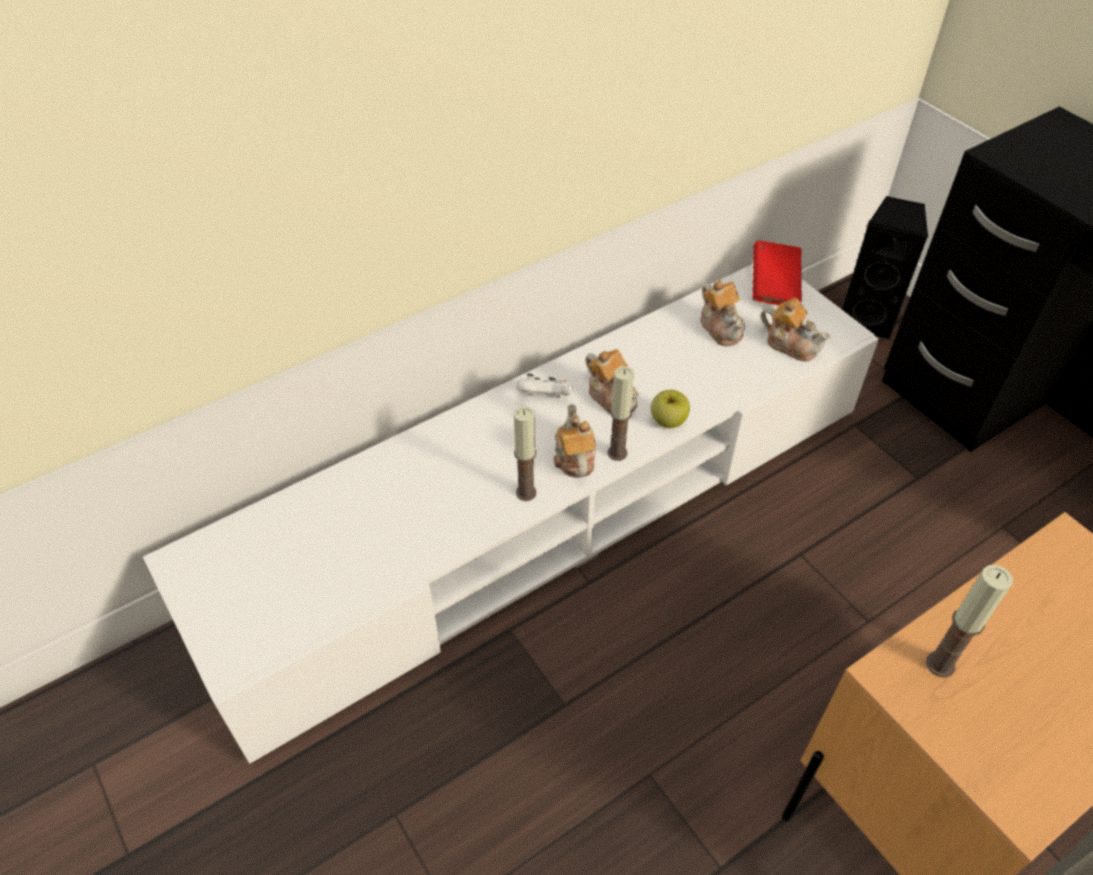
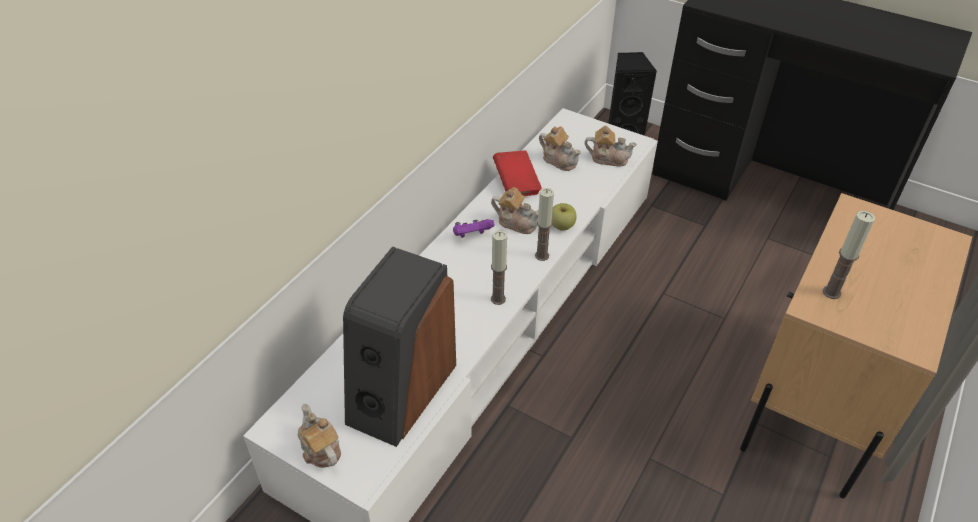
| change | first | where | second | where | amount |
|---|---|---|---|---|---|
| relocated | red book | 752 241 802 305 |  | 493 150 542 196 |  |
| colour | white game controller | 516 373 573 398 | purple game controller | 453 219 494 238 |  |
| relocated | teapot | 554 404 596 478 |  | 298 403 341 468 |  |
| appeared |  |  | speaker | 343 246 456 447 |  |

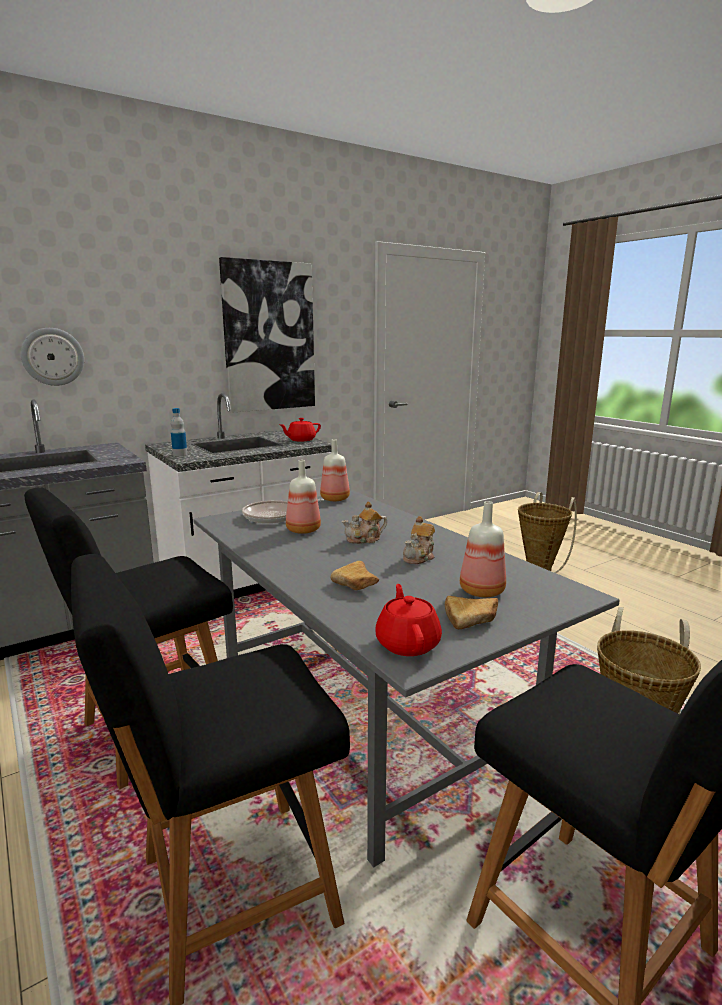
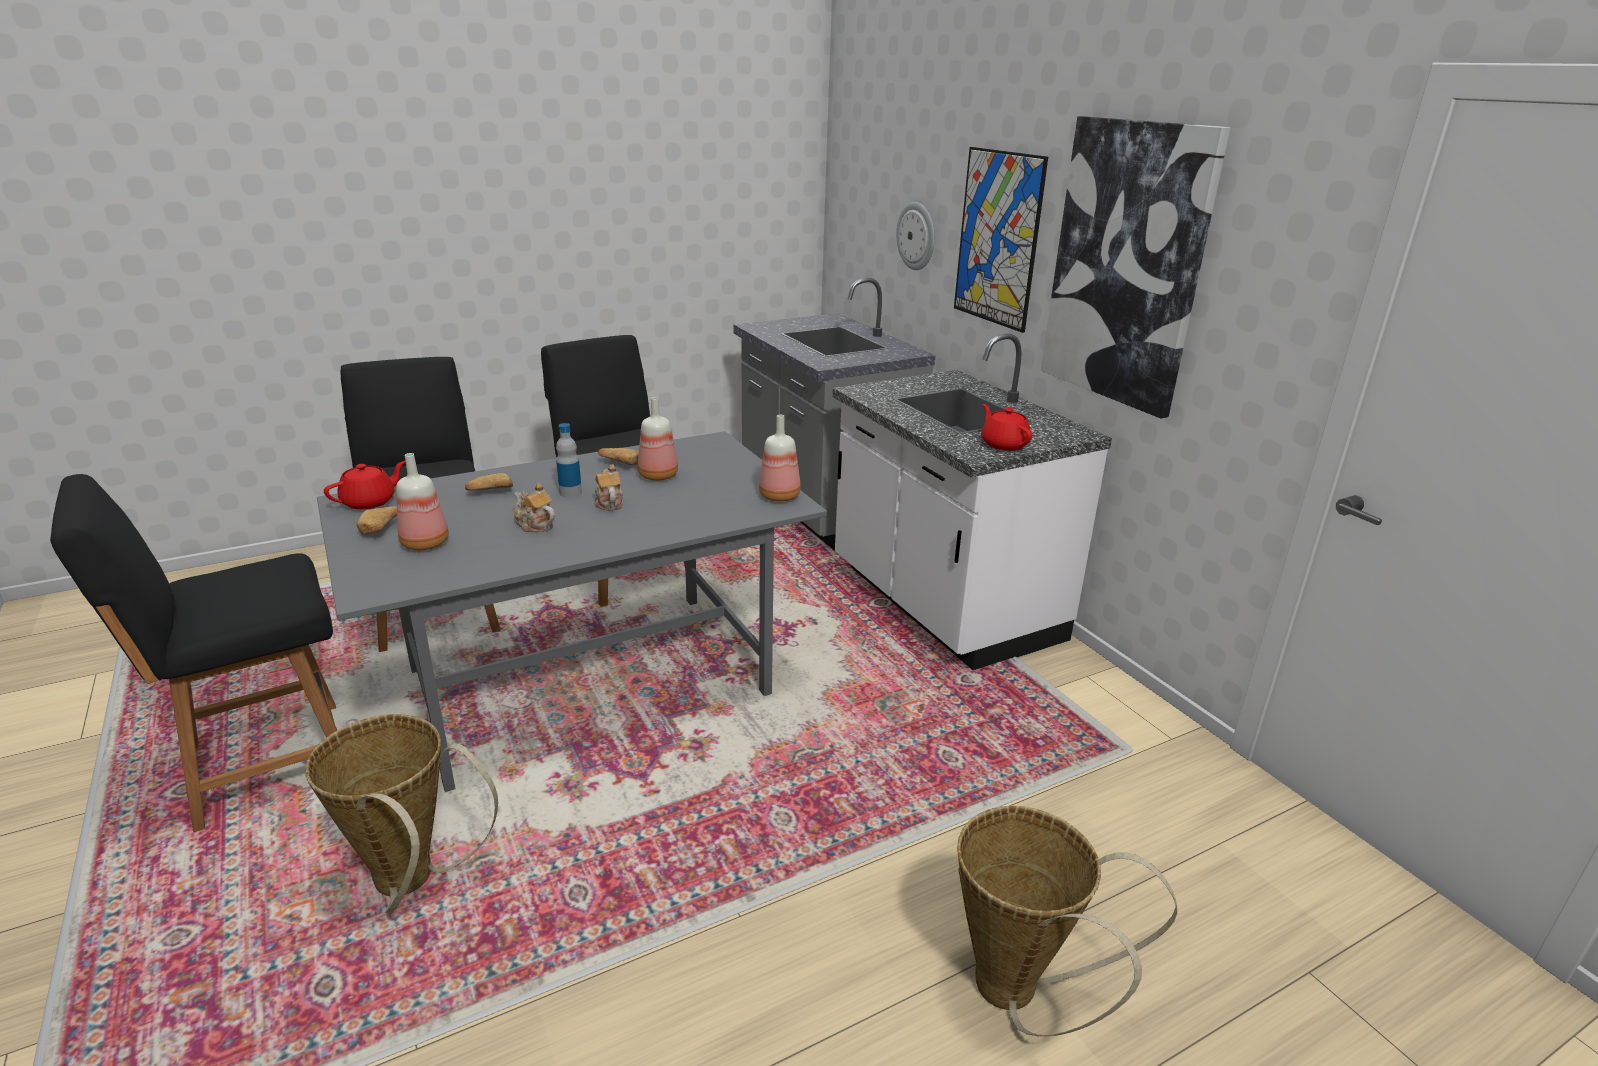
| change | first | where | second | where | amount |
|---|---|---|---|---|---|
| relocated | bottle | 171 408 187 456 |  | 556 423 582 498 |  |
| missing | frying pan | 242 499 324 523 |  |  |  |
| spun | red teapot | 375 584 442 656 |  | 324 461 405 510 | 45 degrees counterclockwise |
| appeared |  |  | picture | 954 147 1048 333 |  |
| appeared |  |  | bread | 598 448 639 465 |  |

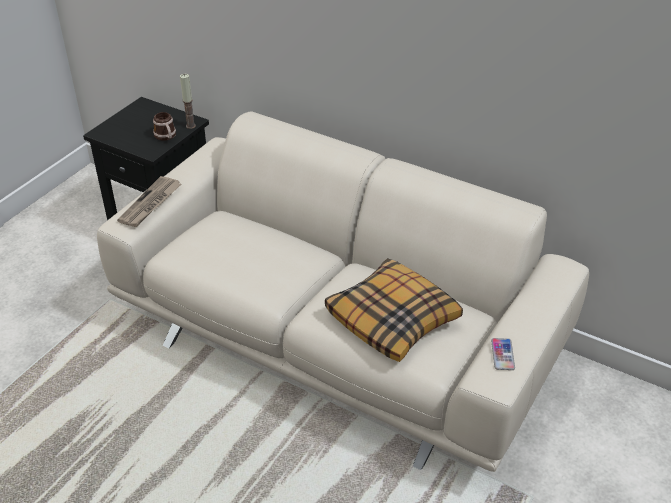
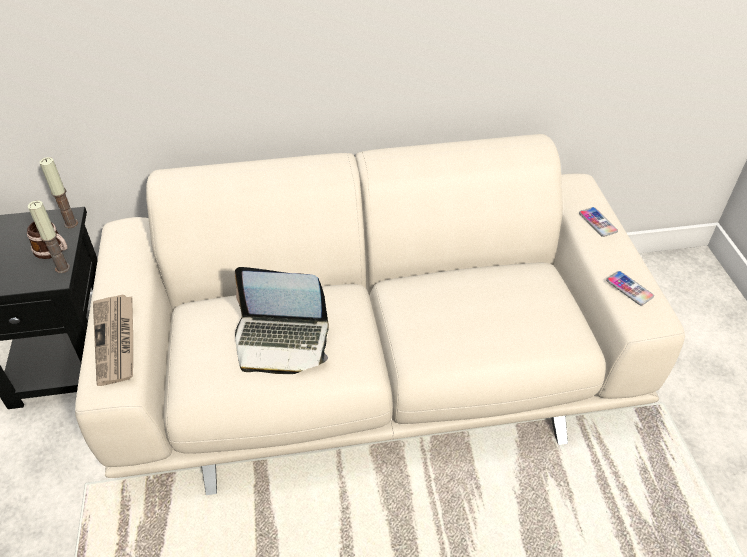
| change | first | where | second | where | amount |
|---|---|---|---|---|---|
| missing | pillow | 325 258 463 362 |  |  |  |
| appeared |  |  | candle | 28 200 70 273 |  |
| appeared |  |  | phone | 579 207 618 237 |  |
| appeared |  |  | laptop | 235 267 329 374 |  |

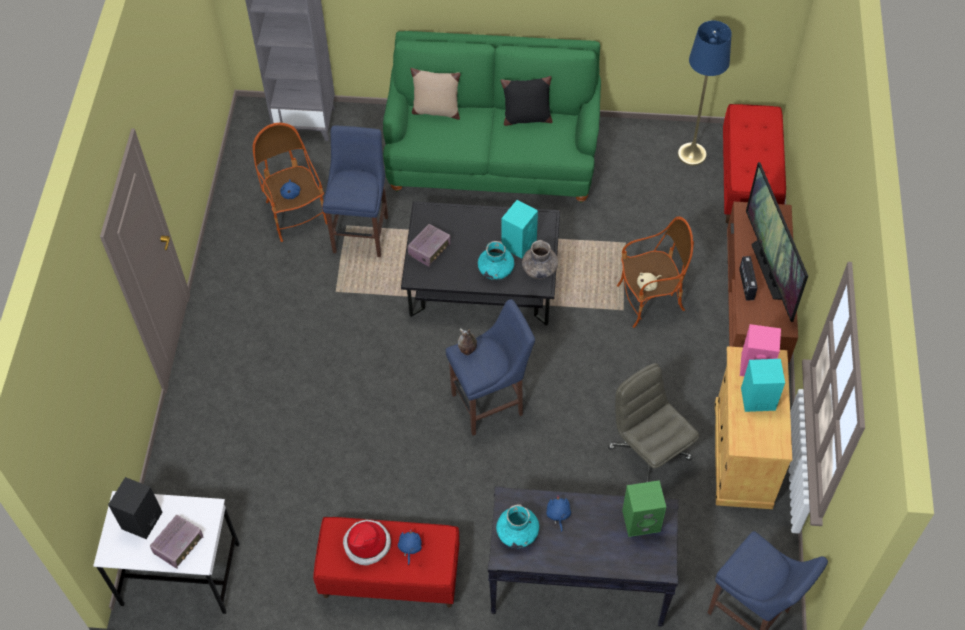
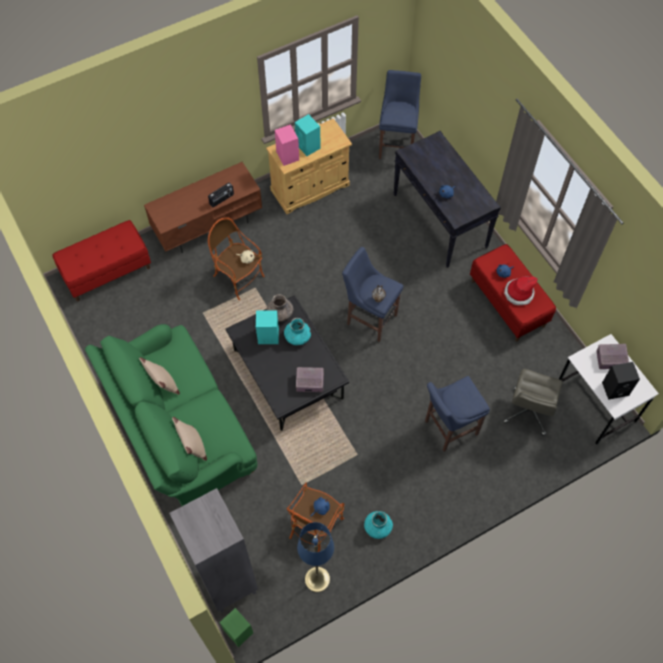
| change | first | where | second | where | amount |
|---|---|---|---|---|---|
| relocated | blue floor lamp | 678 20 732 166 |  | 297 522 334 592 |  |
| colour | black pillow | 500 76 553 126 | beige pillow | 139 357 180 395 |  |
| relocated | blue stool | 322 125 388 257 |  | 425 376 490 452 |  |
| missing | television | 746 162 808 322 |  |  |  |
| relocated | grey office chair | 608 363 699 482 |  | 504 369 563 436 |  |
| relocated | green speaker | 622 480 666 537 |  | 220 608 253 647 |  |
| relocated | turquoise vase | 496 504 539 548 |  | 364 511 393 539 |  |

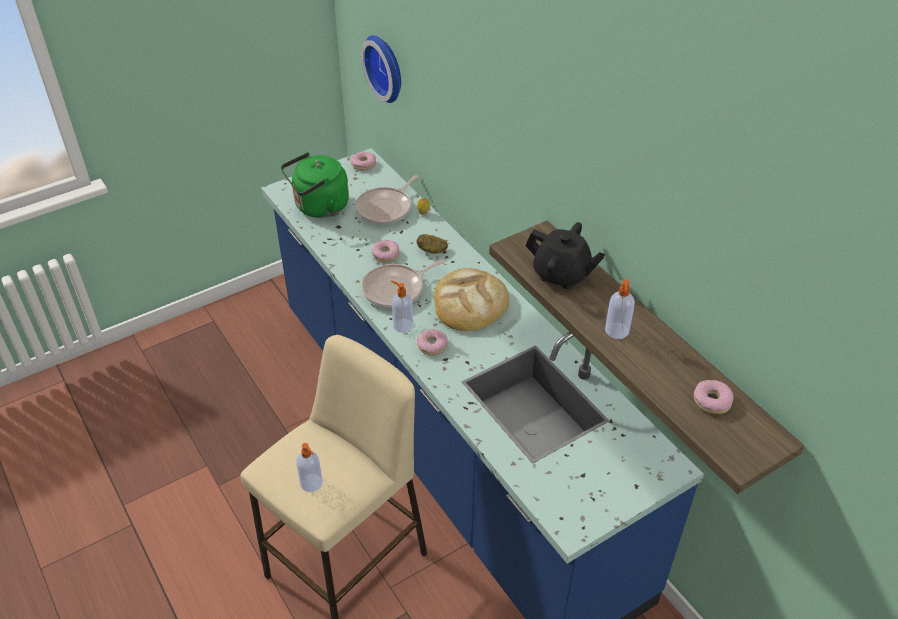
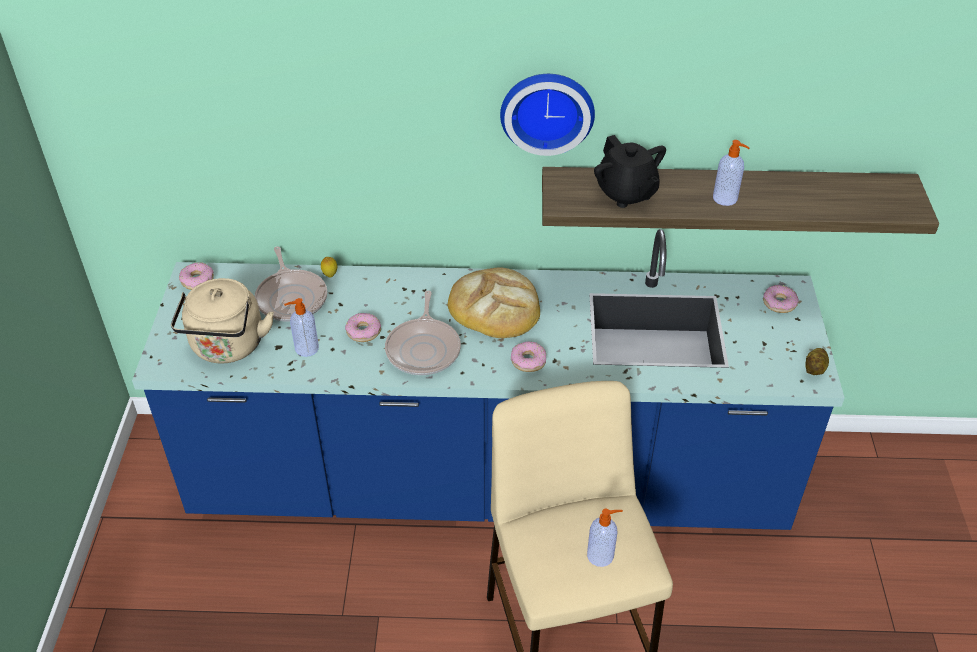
| change | first | where | second | where | amount |
|---|---|---|---|---|---|
| relocated | wall clock | 361 35 401 103 |  | 500 74 595 156 |  |
| colour | green kettle | 281 152 349 218 | beige kettle | 171 278 274 364 |  |
| spun | black teapot | 525 222 605 289 |  | 594 135 666 208 | 90 degrees clockwise |
| relocated | potato | 417 234 448 254 |  | 805 348 829 375 |  |
| relocated | soap dispenser | 391 281 413 333 |  | 284 298 319 357 |  |
| relocated | donut | 694 380 734 414 |  | 763 285 799 313 |  |

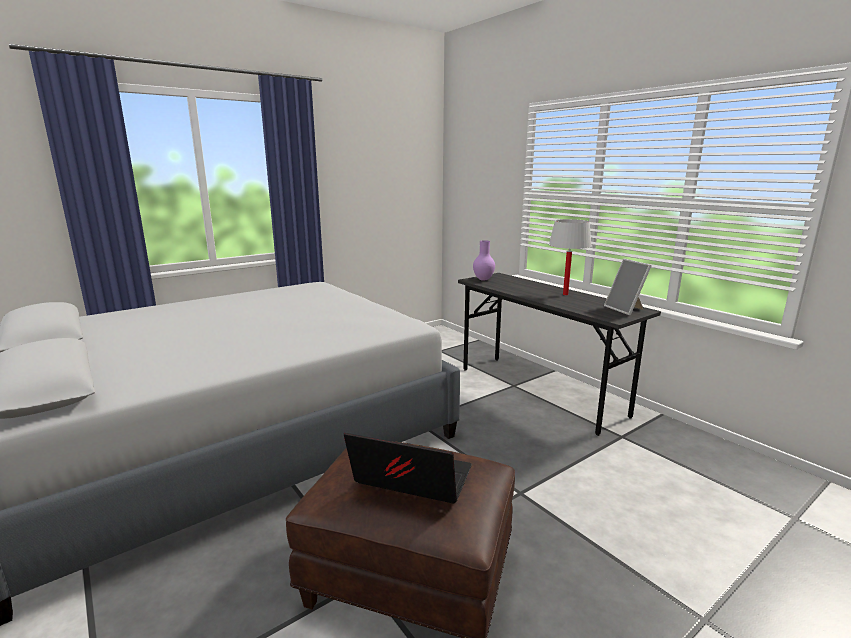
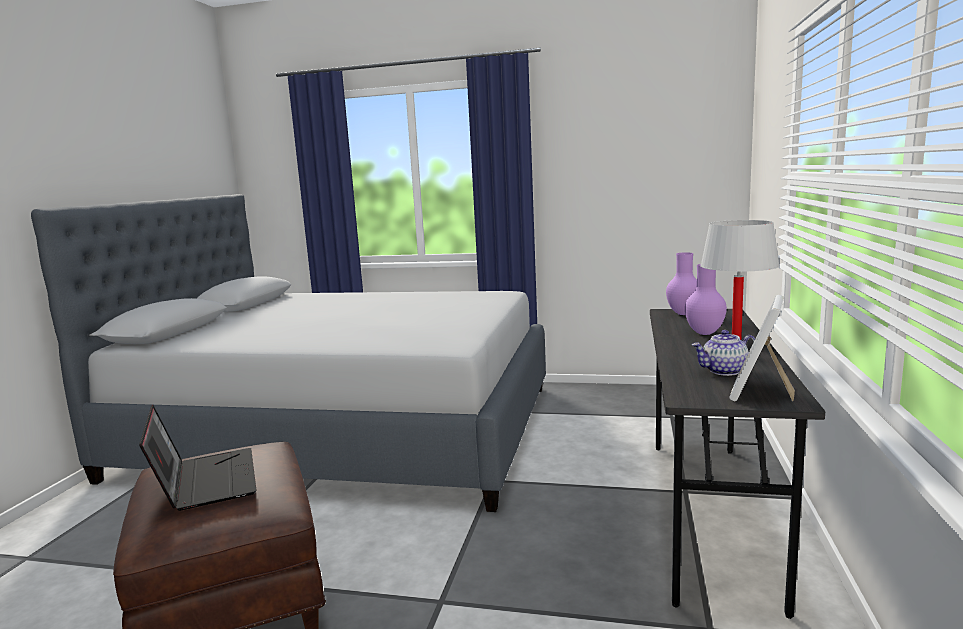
| change | first | where | second | where | amount |
|---|---|---|---|---|---|
| appeared |  |  | purple vase | 685 264 727 335 |  |
| appeared |  |  | teapot | 692 330 755 376 |  |

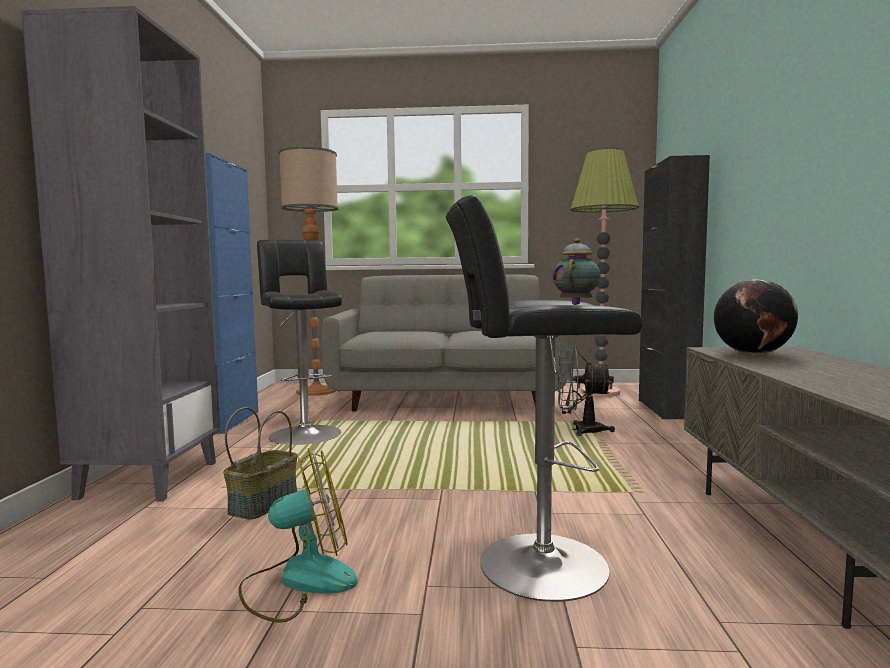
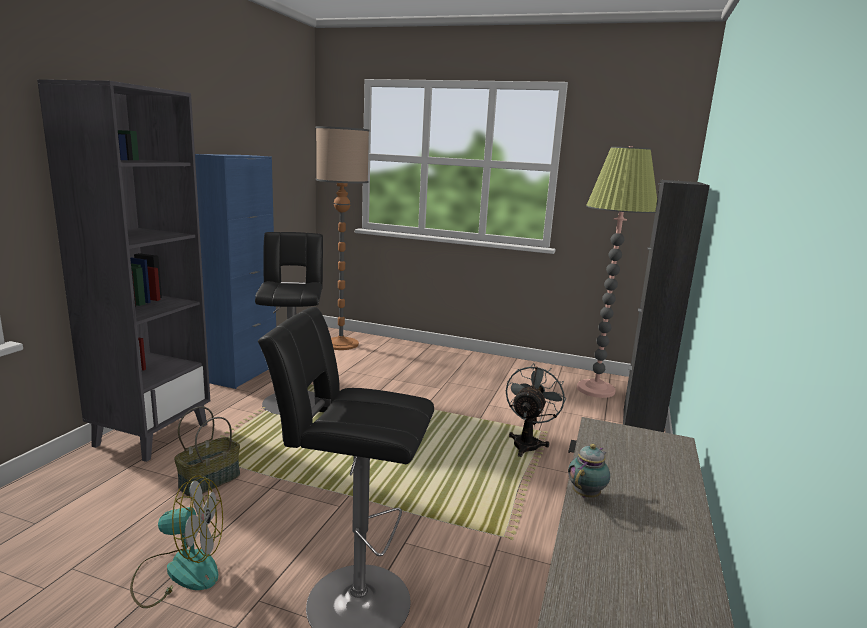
| change | first | where | second | where | amount |
|---|---|---|---|---|---|
| relocated | teapot | 553 238 601 305 |  | 568 444 610 498 |  |
| missing | grey sofa | 322 274 570 411 |  |  |  |
| missing | globe | 714 279 798 355 |  |  |  |
| spun | grey fan | 558 347 615 436 |  | 506 363 566 457 | 90 degrees clockwise |

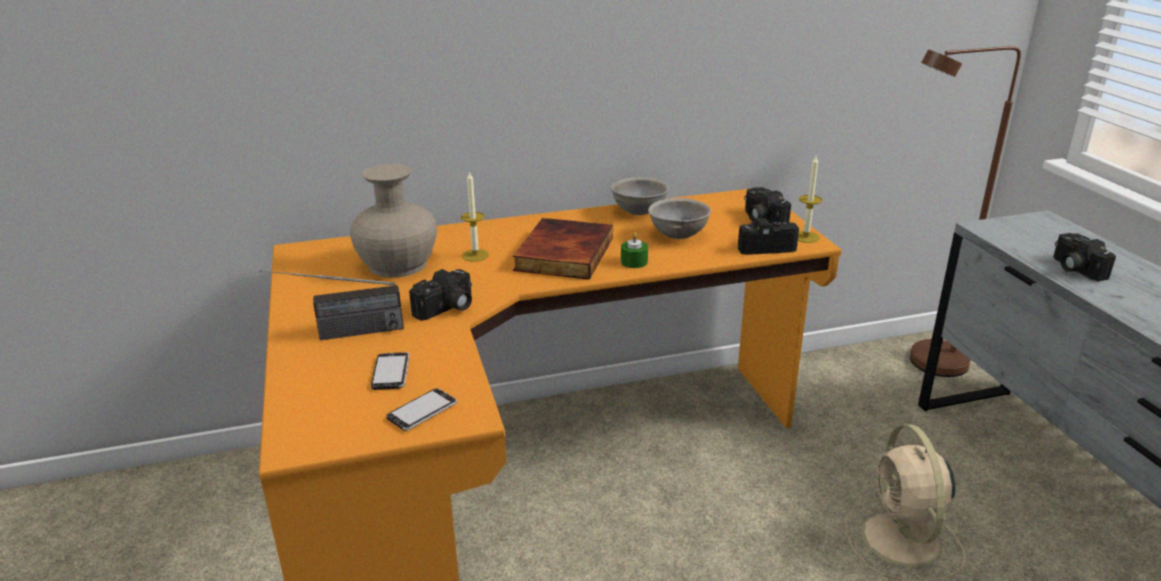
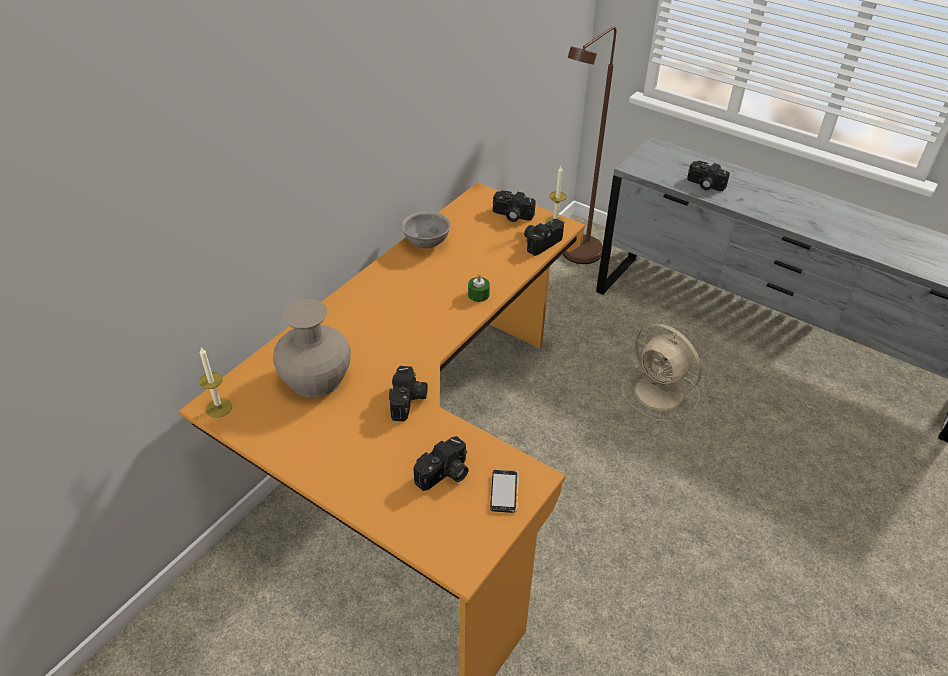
| change | first | where | second | where | amount |
|---|---|---|---|---|---|
| relocated | candle | 461 171 489 262 |  | 199 348 232 418 |  |
| missing | grey bowl | 648 198 711 239 |  |  |  |
| missing | book | 513 218 613 280 |  |  |  |
| missing | radio | 260 270 404 340 |  |  |  |
| exchanged | phone | 371 352 410 390 | photo camera | 414 436 469 491 |  |

